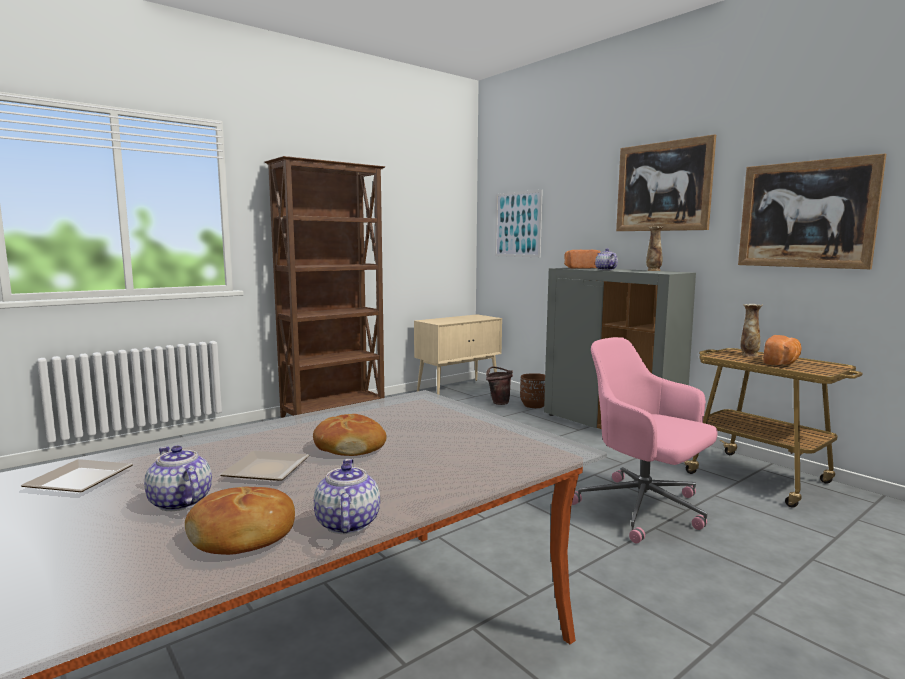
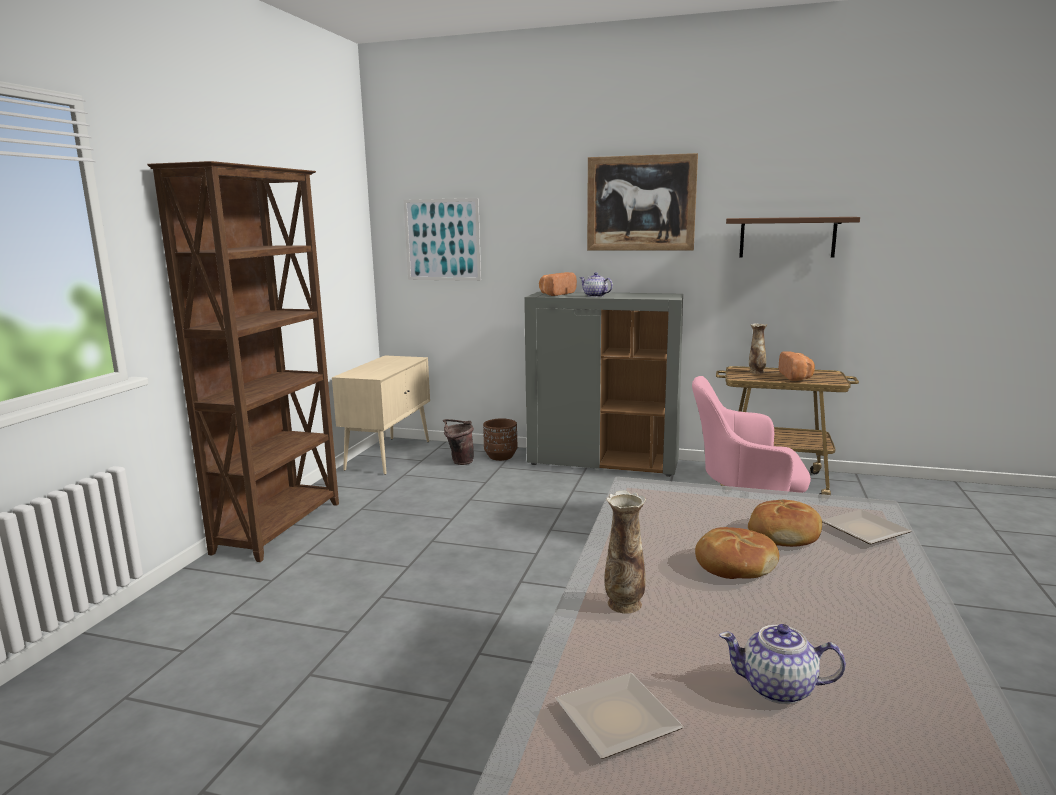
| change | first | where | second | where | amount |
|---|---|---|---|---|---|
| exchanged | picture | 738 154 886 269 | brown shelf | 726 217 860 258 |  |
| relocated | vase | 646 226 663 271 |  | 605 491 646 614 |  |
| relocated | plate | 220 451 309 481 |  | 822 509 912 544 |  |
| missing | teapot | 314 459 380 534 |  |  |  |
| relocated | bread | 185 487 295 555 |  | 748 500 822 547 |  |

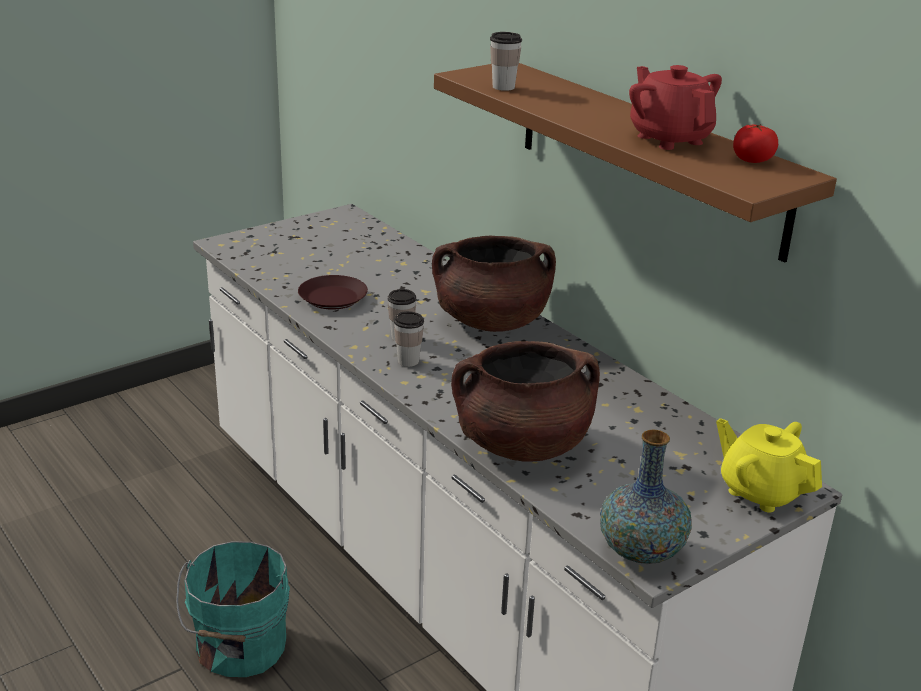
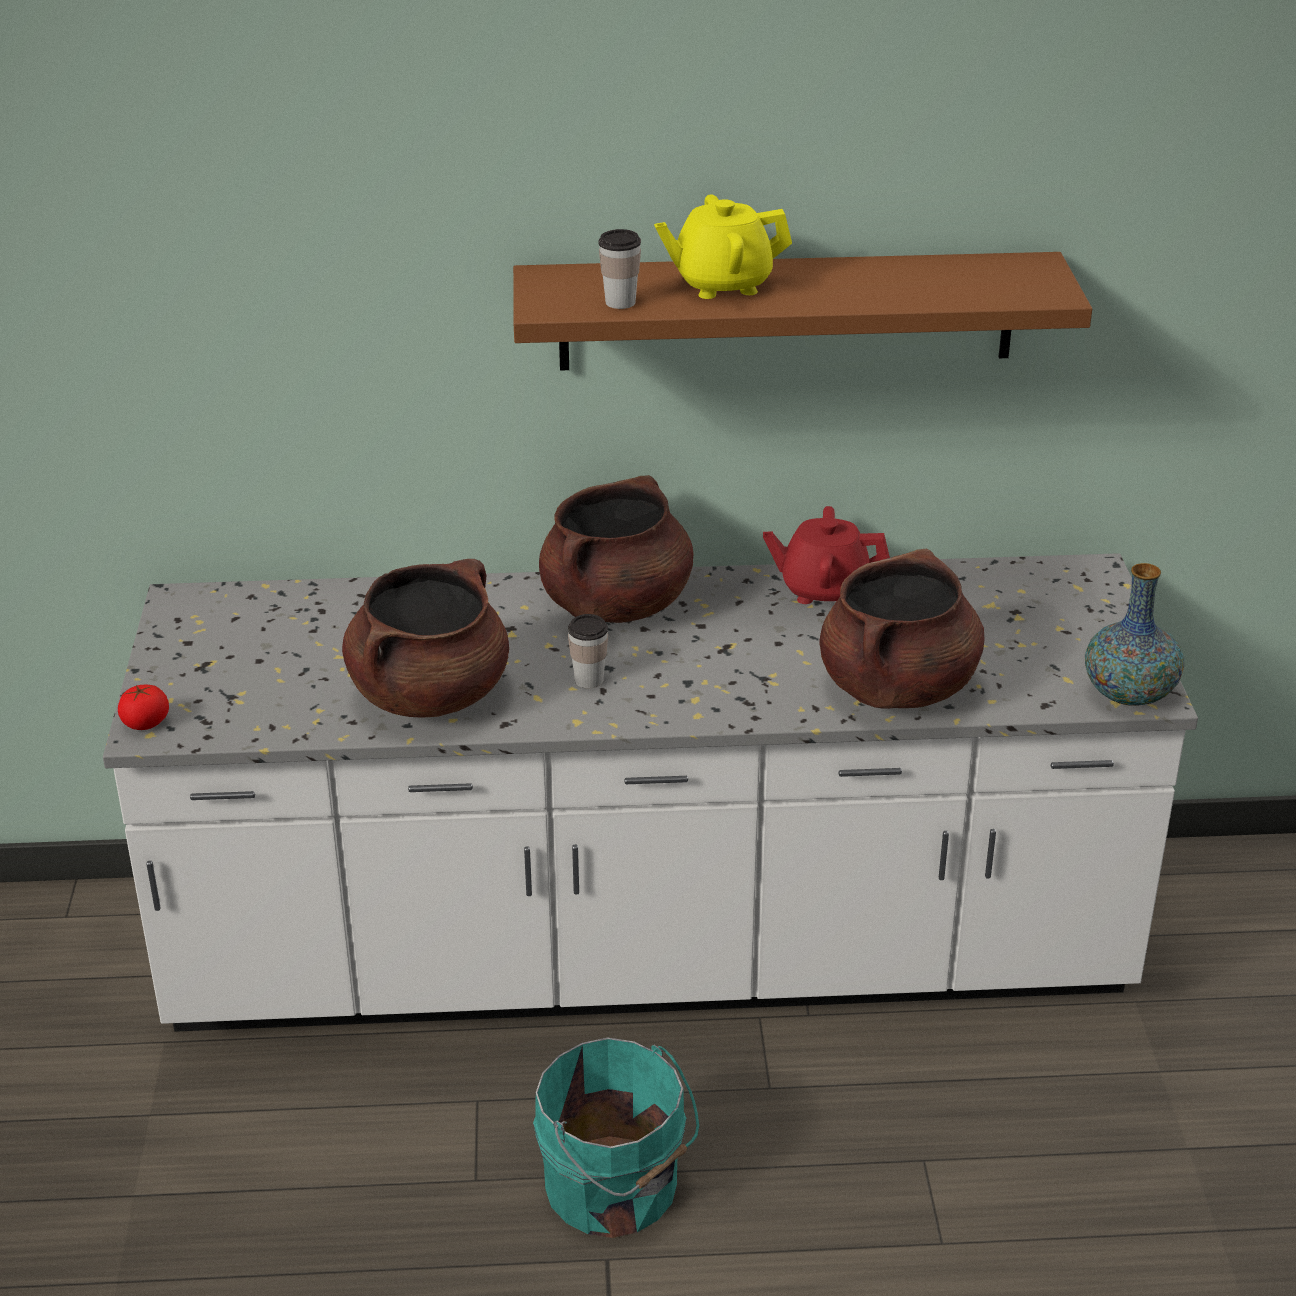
| change | first | where | second | where | amount |
|---|---|---|---|---|---|
| relocated | red teapot | 629 65 722 150 |  | 763 506 890 604 |  |
| relocated | tomato | 733 124 778 163 |  | 118 685 169 730 |  |
| exchanged | brown plate | 298 275 368 310 | brown cooking pot | 342 559 509 717 |  |
| missing | cup | 394 311 424 367 |  |  |  |
| relocated | yellow teapot | 716 418 822 512 |  | 654 194 792 299 |  |

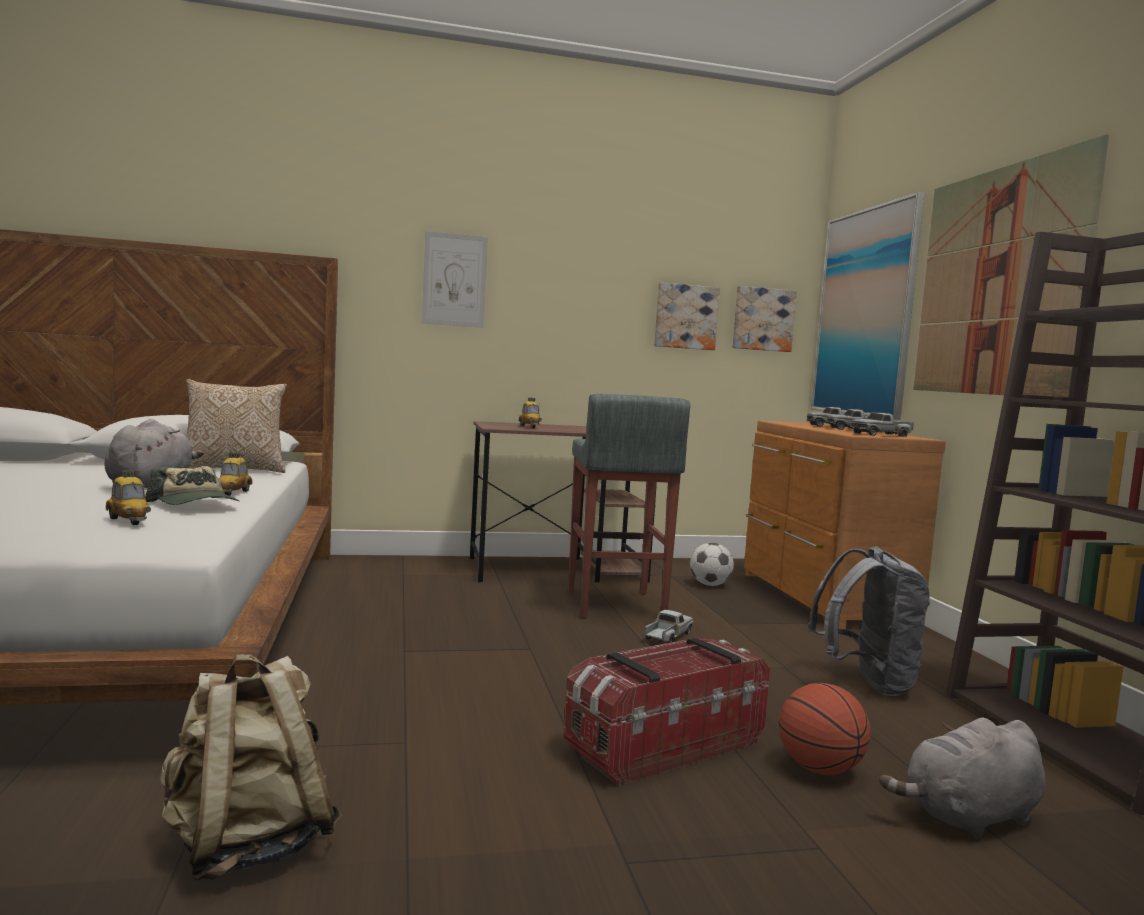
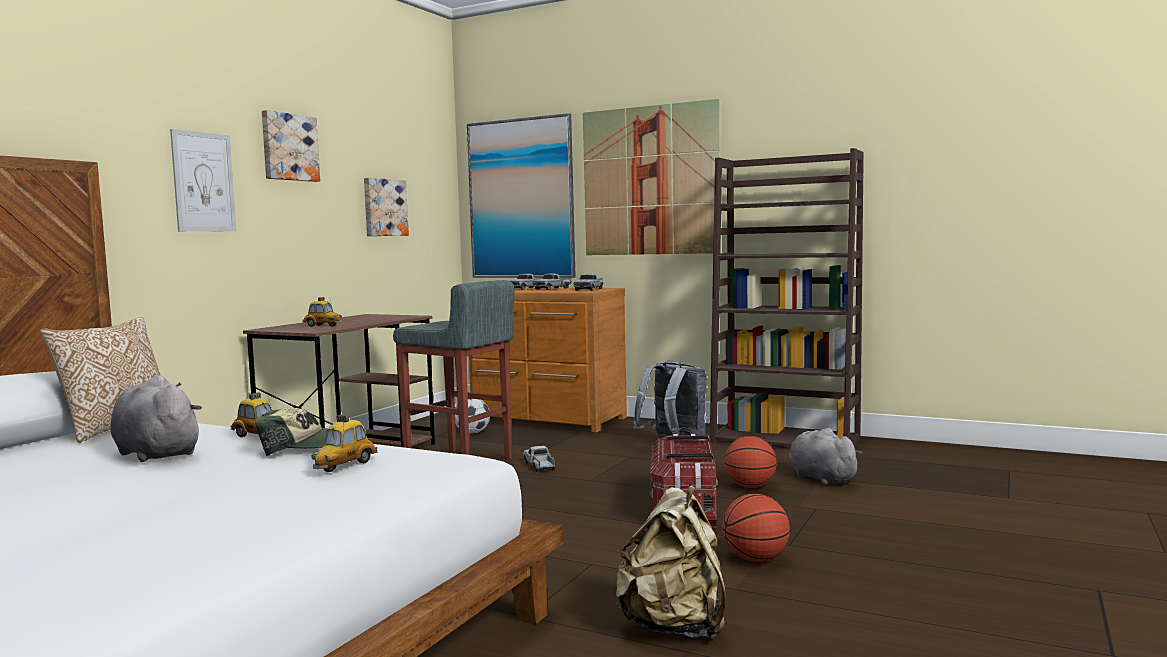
| change | first | where | second | where | amount |
|---|---|---|---|---|---|
| relocated | picture | 732 286 797 352 |  | 262 110 320 182 |  |
| spun | toy car | 106 470 151 525 |  | 311 415 377 472 | 120 degrees clockwise |
| spun | grey plush toy | 879 718 1045 839 |  | 789 428 862 485 | 135 degrees clockwise |
| appeared |  |  | basketball | 722 494 790 562 |  |

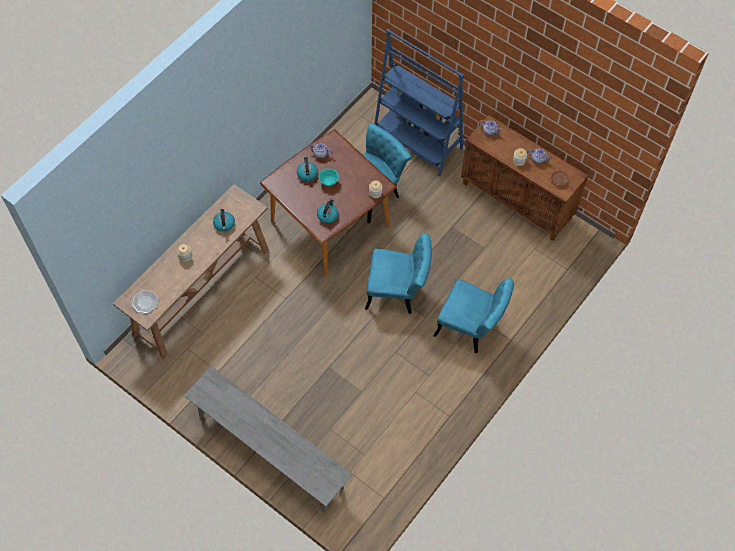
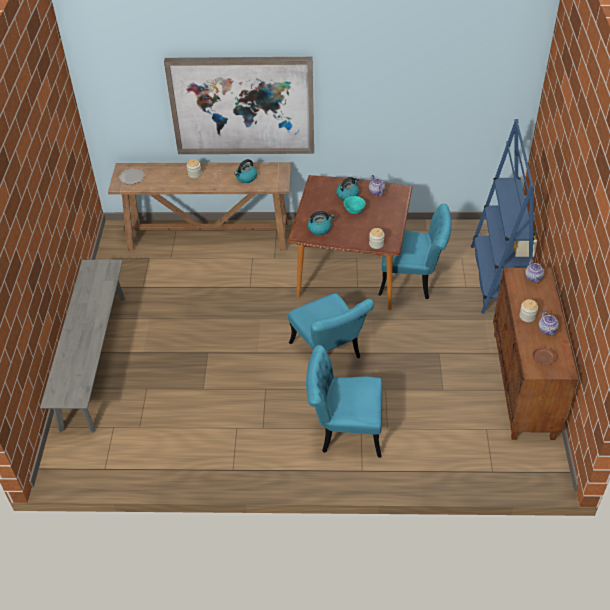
| change | first | where | second | where | amount |
|---|---|---|---|---|---|
| spun | turquoise chair | 433 278 514 353 |  | 306 345 382 458 | 105 degrees clockwise |
| appeared |  |  | picture | 164 57 314 154 |  |

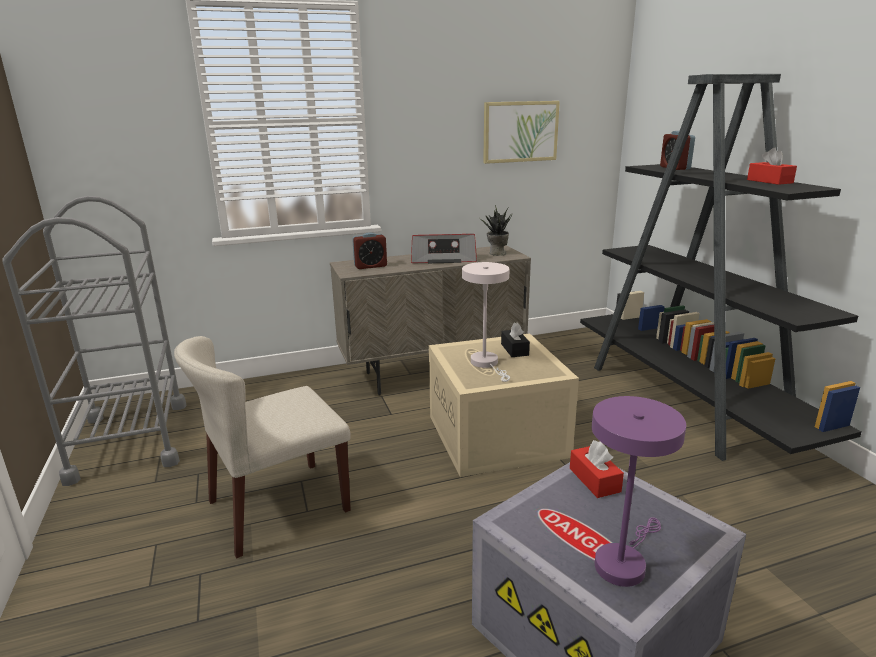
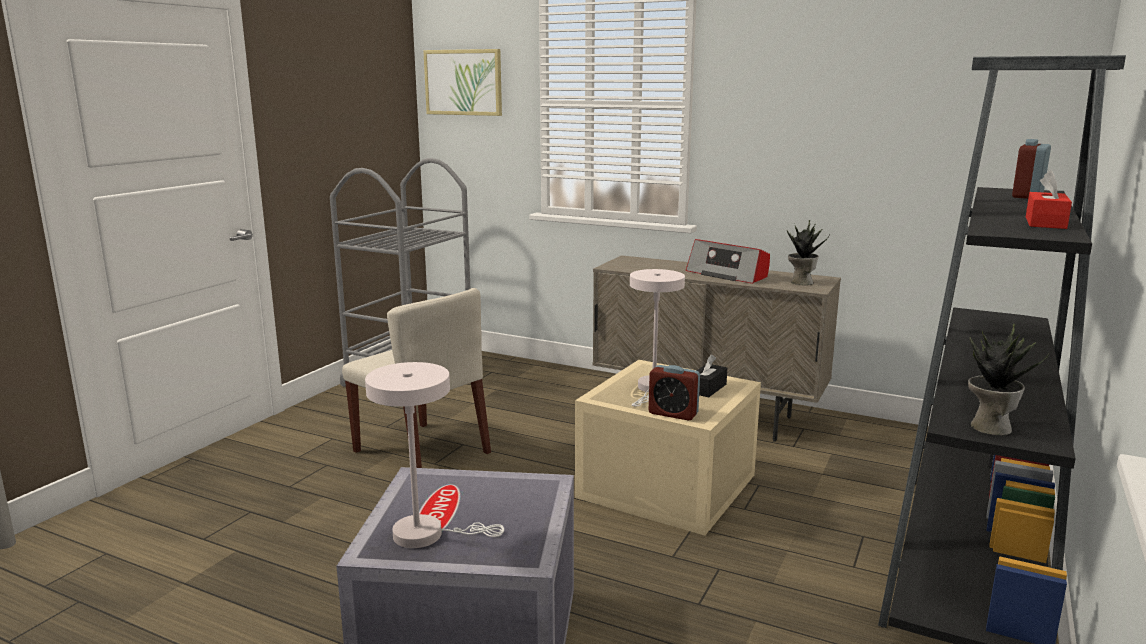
| change | first | where | second | where | amount |
|---|---|---|---|---|---|
| relocated | picture | 483 101 560 164 |  | 423 49 502 116 |  |
| relocated | alarm clock | 352 232 387 269 |  | 649 365 700 420 |  |
| spun | beige chair | 174 336 351 558 |  | 342 288 491 468 | 150 degrees counterclockwise |
| colour | purple table lamp | 592 396 686 587 | white table lamp | 365 362 504 548 |  |
| missing | red tissue box | 570 440 624 498 |  |  |  |
| appeared |  |  | potted plant | 968 324 1049 435 |  |

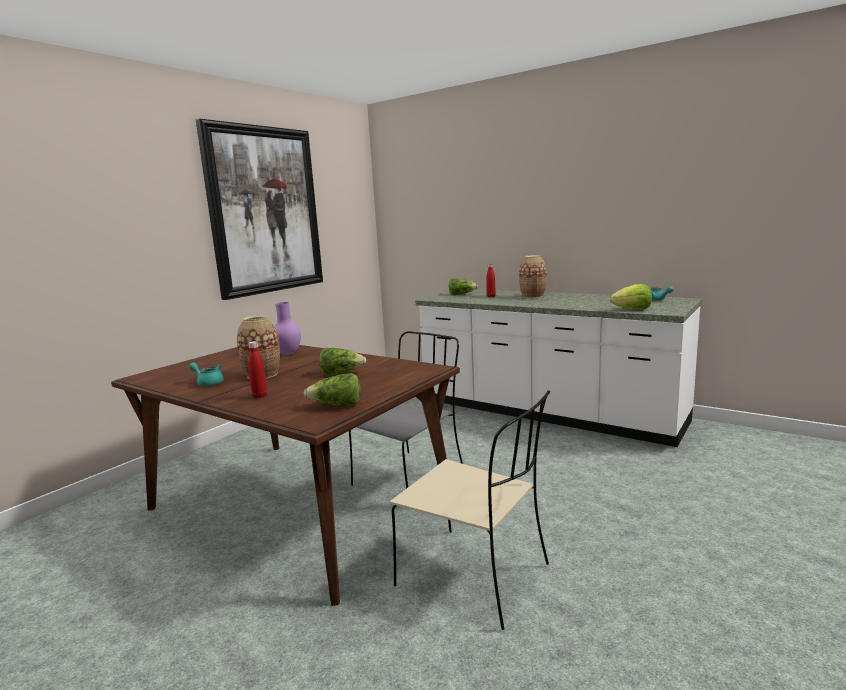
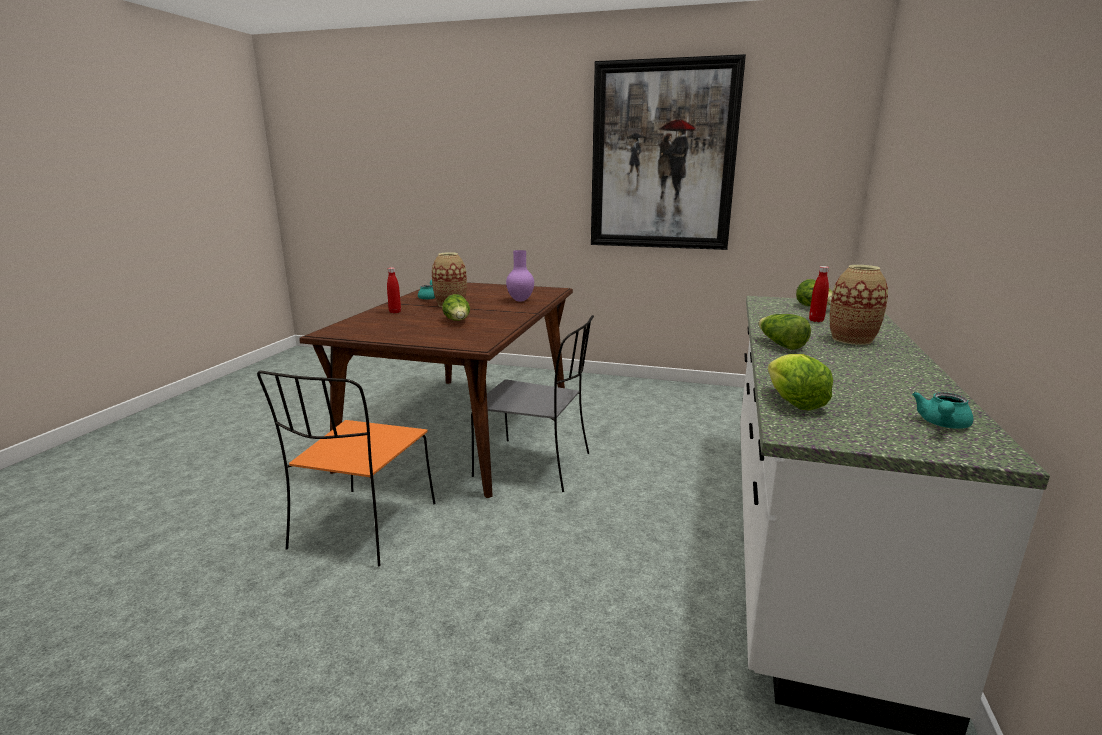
| change | first | where | second | where | amount |
|---|---|---|---|---|---|
| relocated | lettuce | 304 373 360 406 |  | 758 314 811 350 |  |
| colour | beige chair | 390 390 550 630 | orange chair | 257 371 435 567 |  |

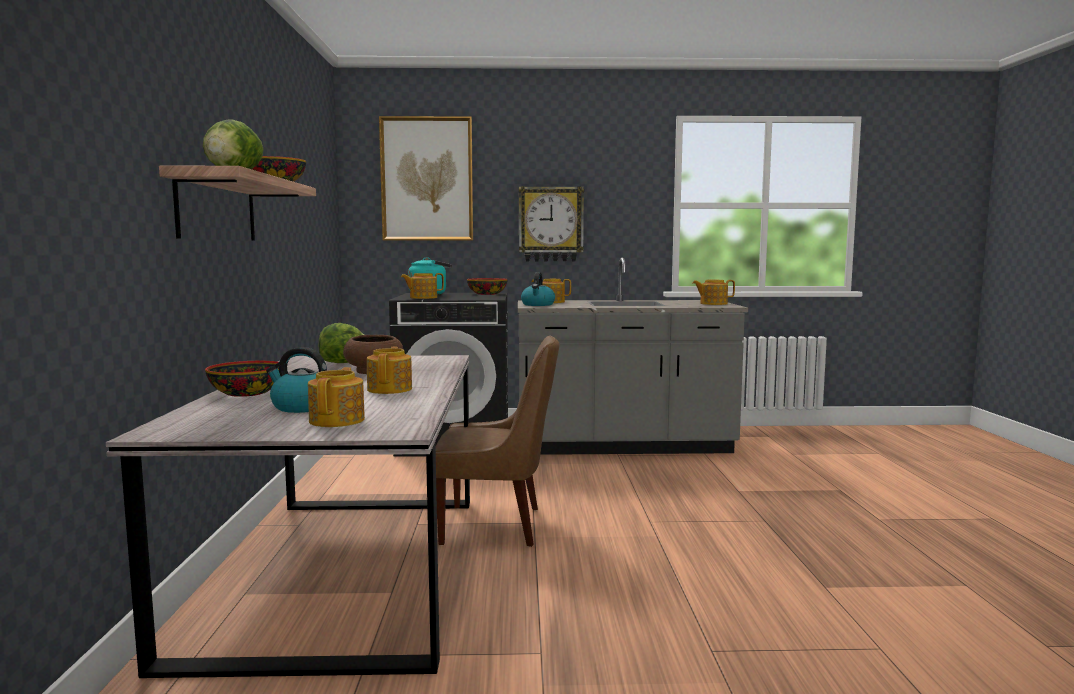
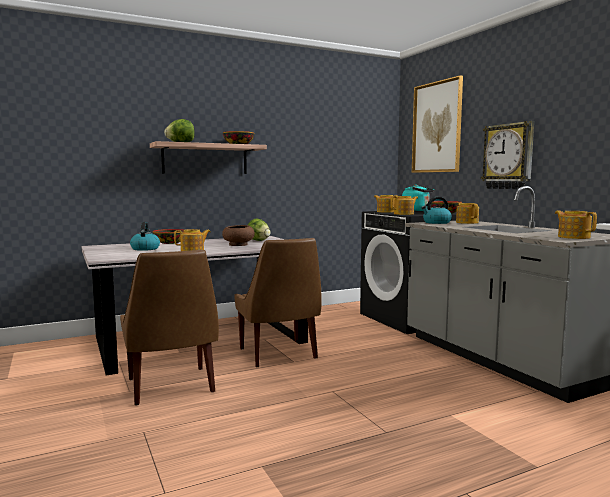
| change | first | where | second | where | amount |
|---|---|---|---|---|---|
| relocated | teapot | 308 367 365 427 |  | 390 196 418 215 |  |
| appeared |  |  | brown chair | 120 250 219 405 |  |

